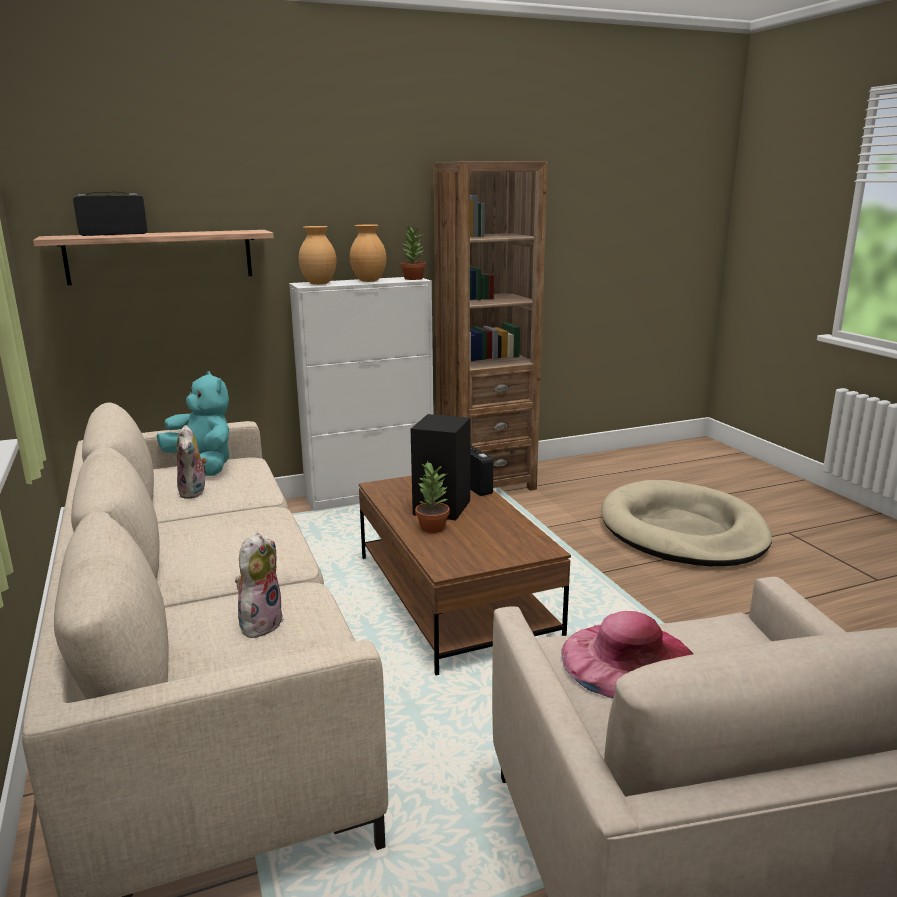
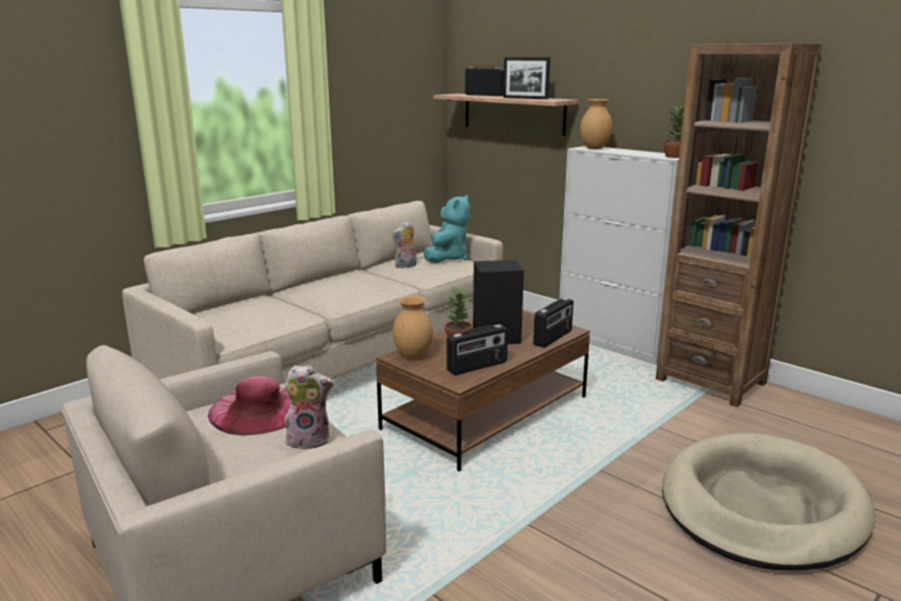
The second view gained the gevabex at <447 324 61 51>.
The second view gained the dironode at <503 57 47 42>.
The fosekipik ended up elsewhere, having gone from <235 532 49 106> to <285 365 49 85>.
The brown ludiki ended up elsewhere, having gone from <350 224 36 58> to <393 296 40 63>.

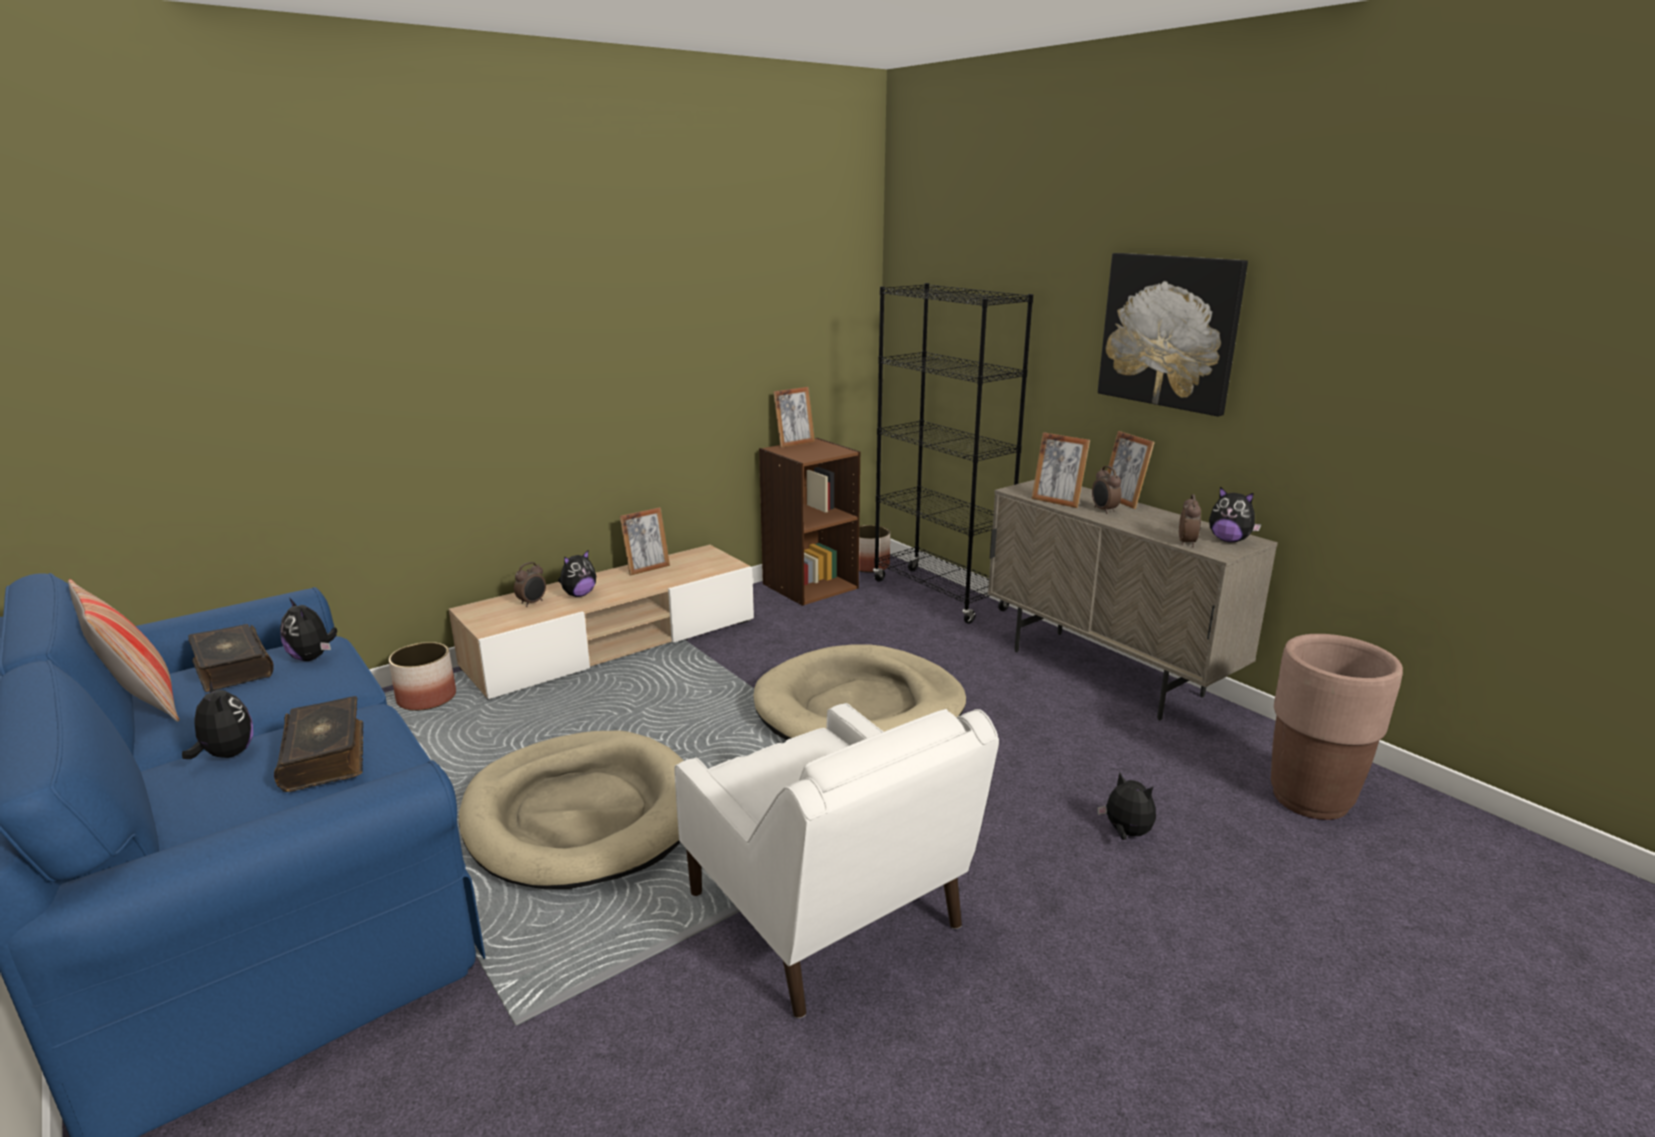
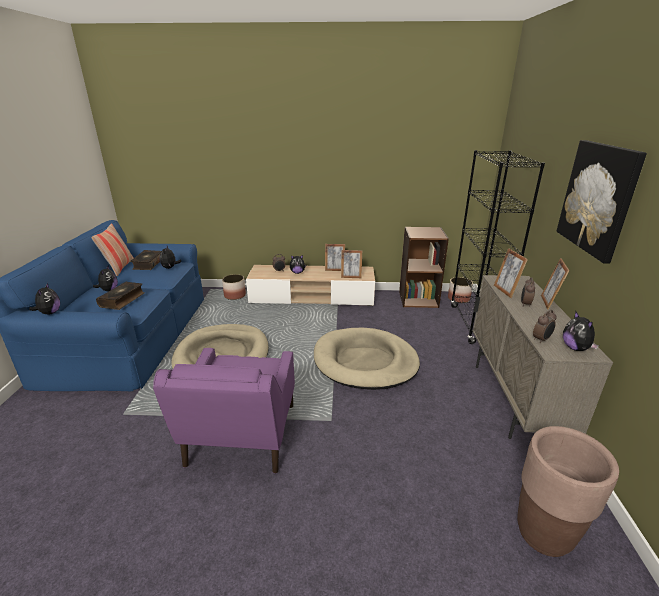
The dironode ended up elsewhere, having gone from <773 387 42 61> to <341 250 21 28>.
The fosekipik ended up elsewhere, having gone from <1097 772 59 68> to <29 283 31 32>.
What was the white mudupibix at <674 703 325 315> turned into the purple mudupibix at <153 348 142 125>.

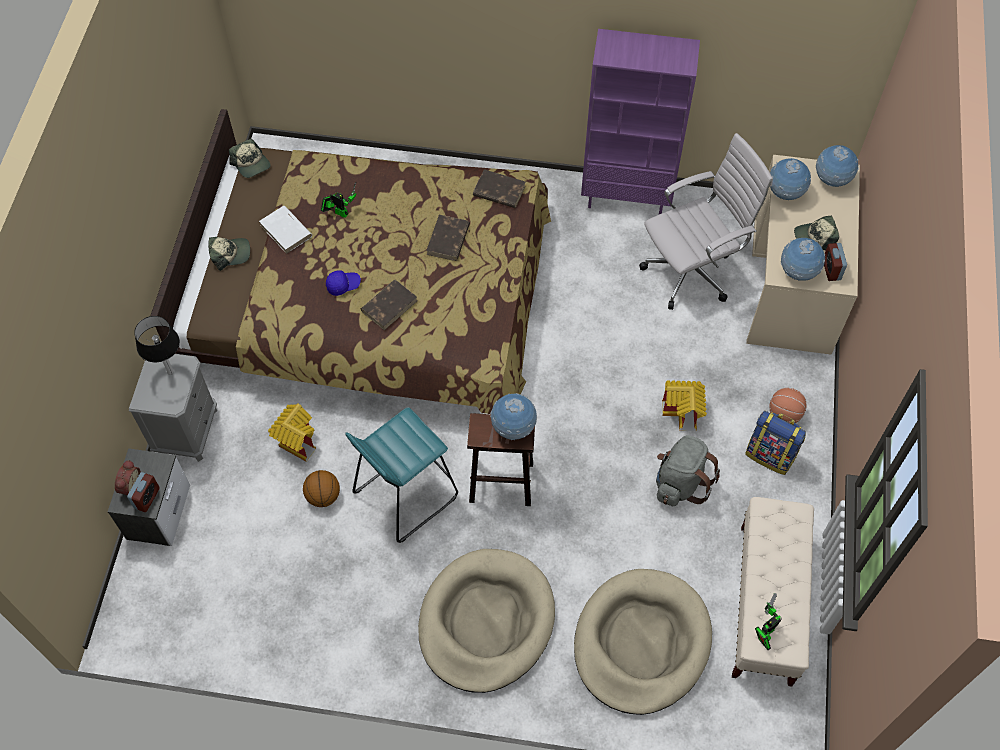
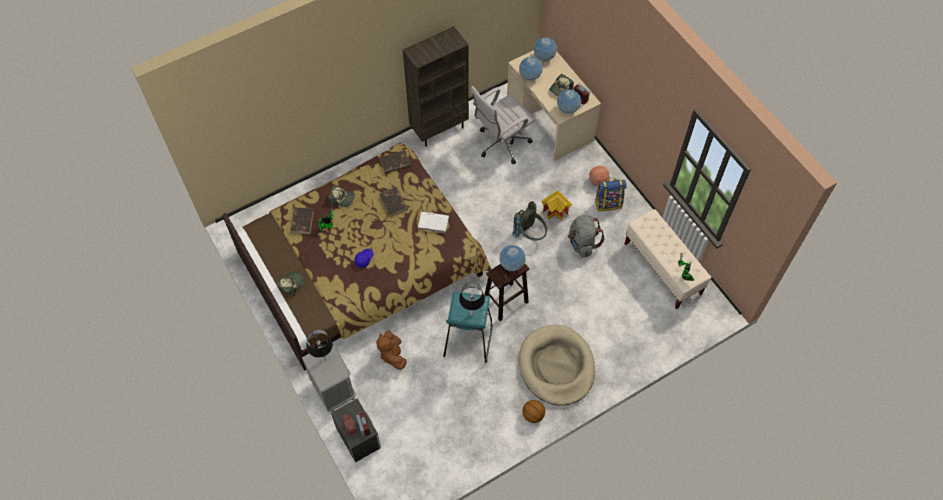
The second view lost the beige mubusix at <574 569 138 146>.
The second view gained the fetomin at <459 283 26 32>.
The second view gained the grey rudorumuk at <512 201 35 40>.
The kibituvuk ended up elsewhere, having gone from <229 139 42 39> to <328 185 27 22>.
The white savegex ended up elsewhere, having gone from <259 206 53 48> to <418 212 31 22>.
The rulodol ended up elsewhere, having gone from <303 470 37 37> to <523 400 22 23>.
The brown savegex ended up elsewhere, having gone from <361 279 56 51> to <290 207 24 27>.
Where the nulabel stood at <268 404 48 58>, the brown fosekipik came to stand at <377 331 30 39>.
What was the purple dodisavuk at <581 29 119 185> turned into the brown dodisavuk at <403 26 66 120>.
The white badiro at <639 133 134 177> ended up facing another way, 150 degrees counterclockwise from before.

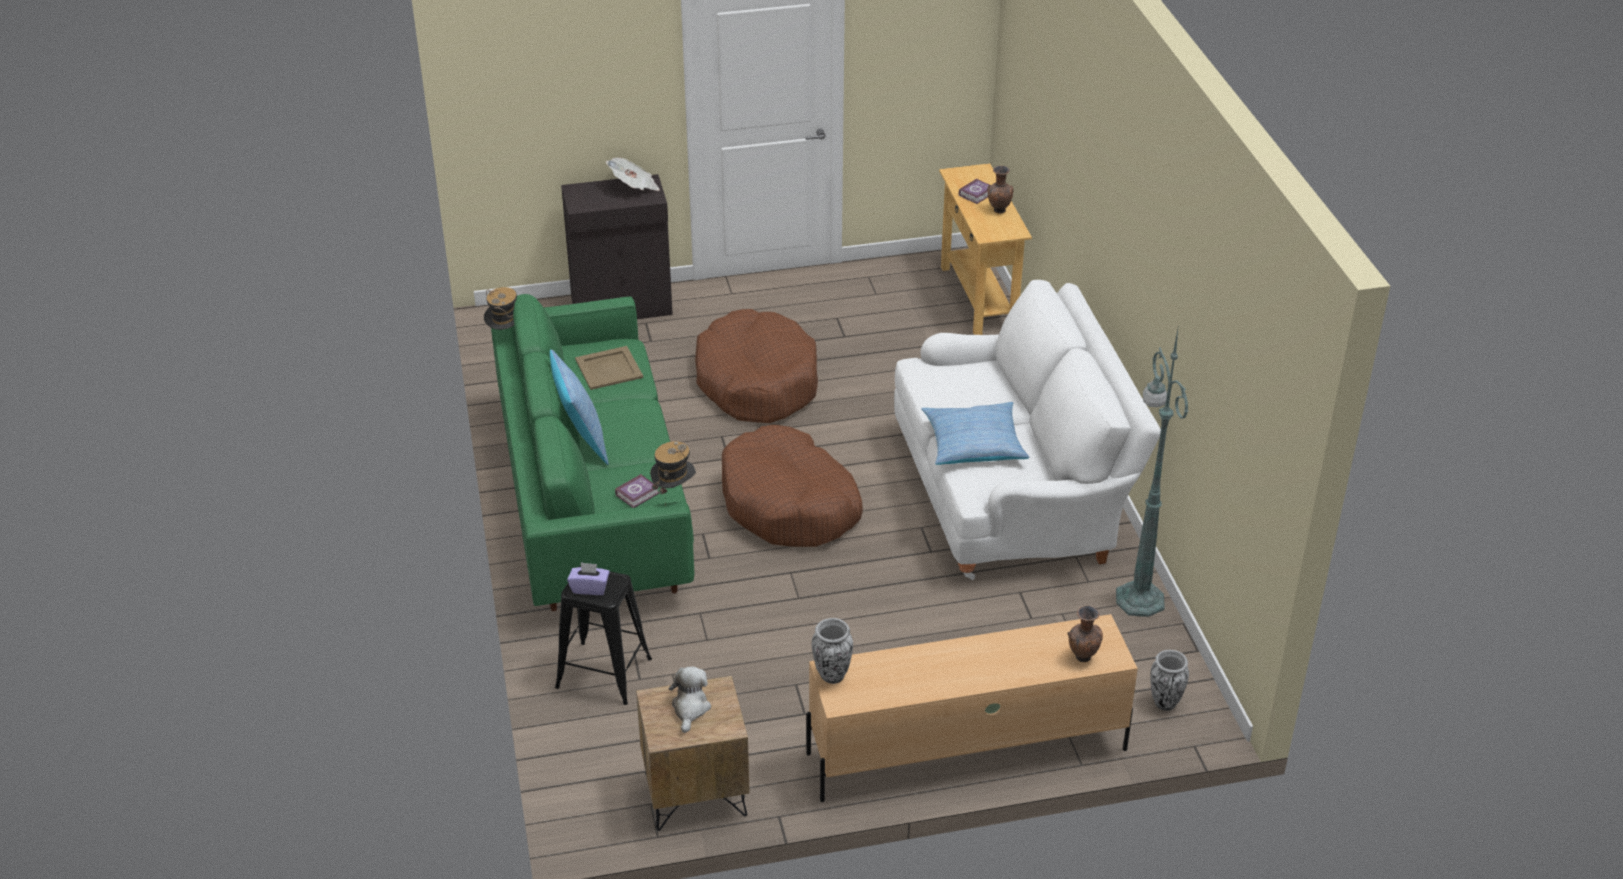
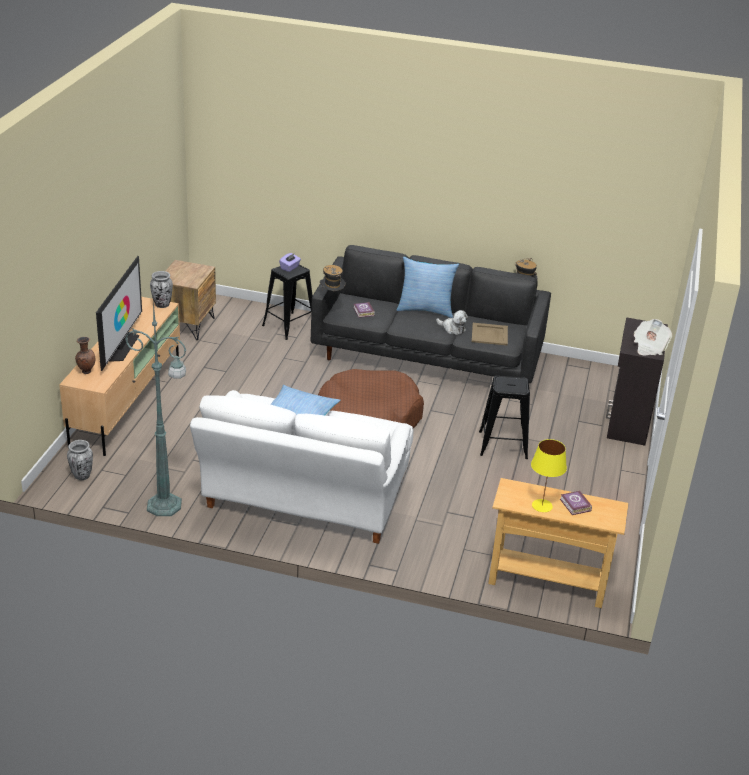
The second view gained the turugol at <96 256 46 115>.
The fosekipik ended up elsewhere, having gone from <669 666 42 67> to <436 310 32 25>.
Where the brown mubusix stood at <695 309 123 114>, the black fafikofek came to stand at <479 376 51 83>.
Where the brown ludiki stood at <987 166 27 47>, the yellow fetomin came to stand at <531 439 36 73>.
What was the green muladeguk at <491 294 203 317> turned into the black muladeguk at <311 245 240 138>.

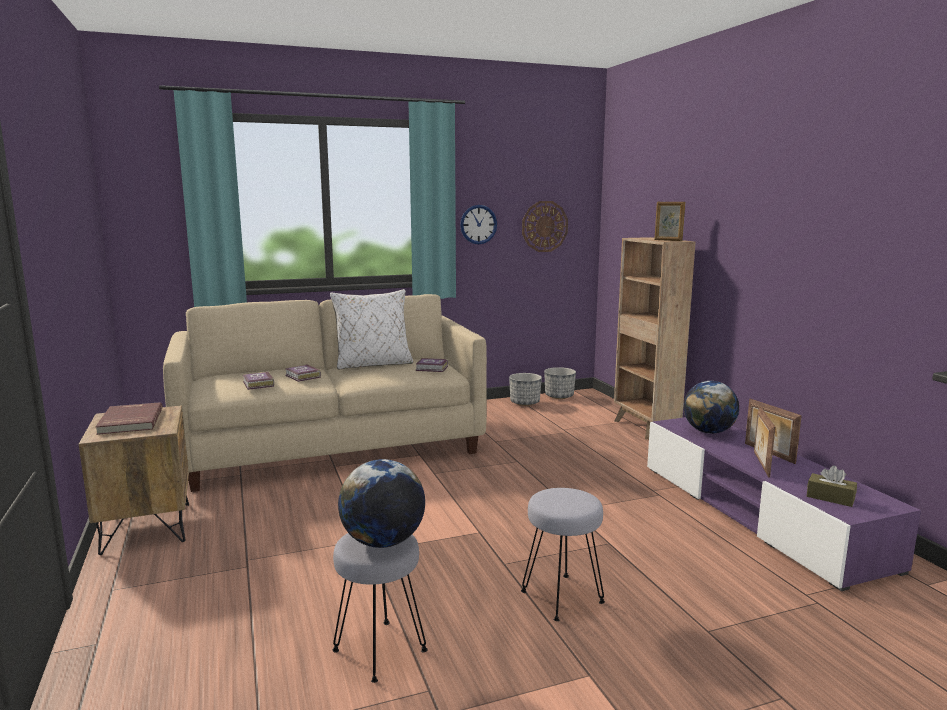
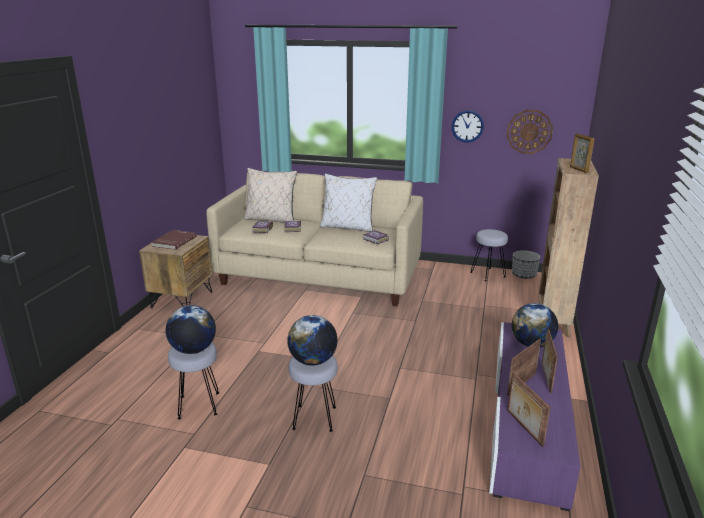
The second view gained the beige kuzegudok at <244 168 53 55>.
The second view gained the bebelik at <287 315 51 51>.
Where the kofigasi stood at <509 373 33 33>, the grey fafikofek came to stand at <471 229 37 52>.
Where the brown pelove stood at <807 466 50 41>, the dironode came to stand at <507 373 43 74>.

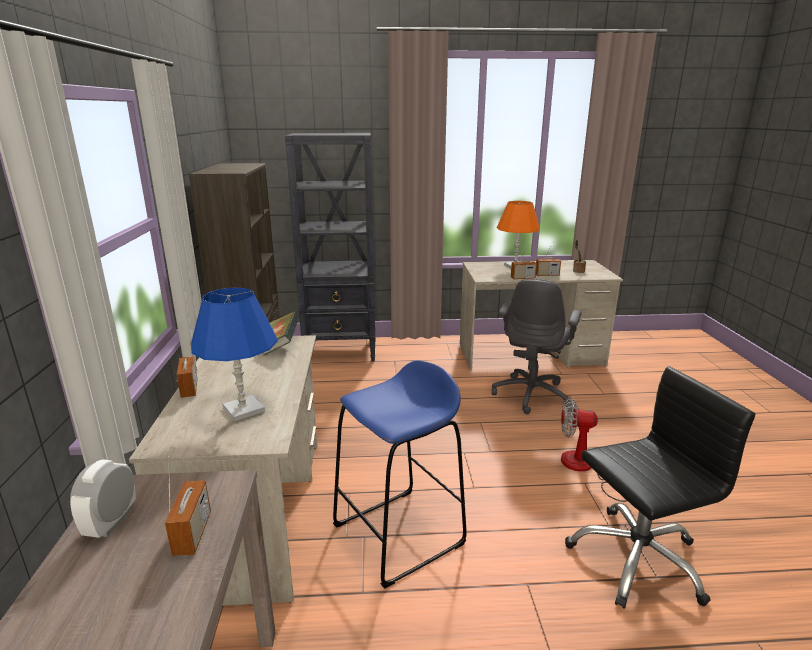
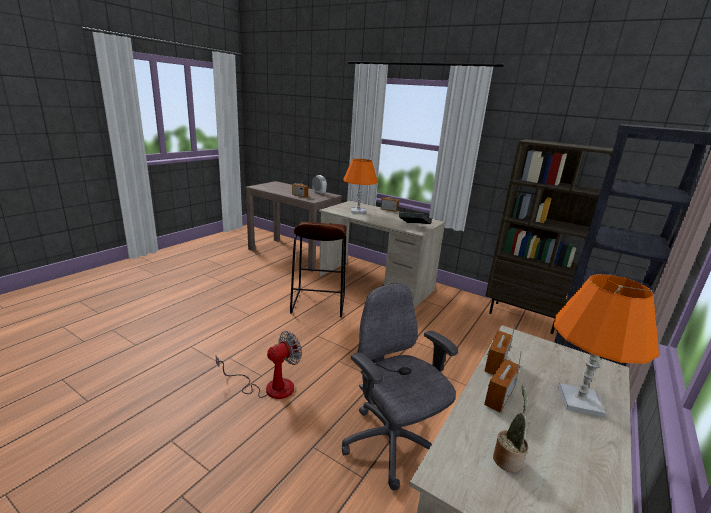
The second view lost the black badiro at <565 366 190 243>.
What was the blue fetomin at <191 288 87 134> turned into the orange fetomin at <343 159 35 55>.
What was the blue fafikofek at <333 360 134 229> turned into the brown fafikofek at <290 222 57 95>.

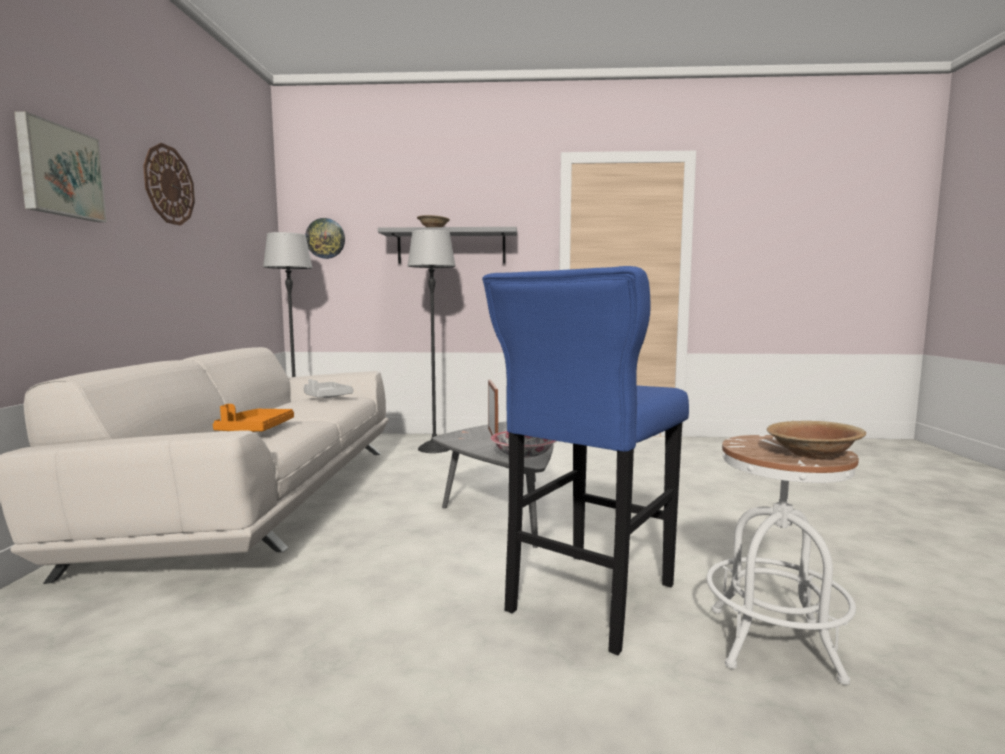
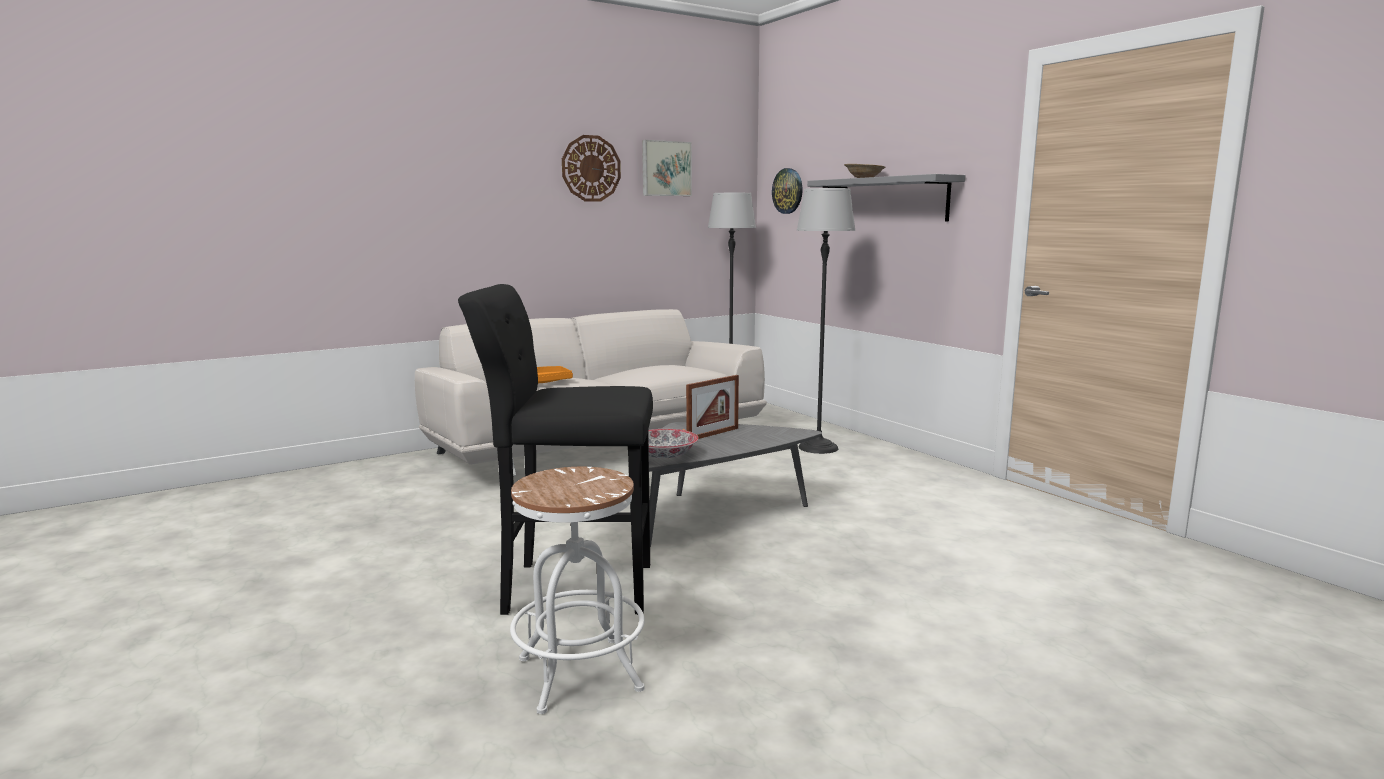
The second view lost the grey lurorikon at <304 379 49 19>.
The second view lost the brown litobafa at <767 421 99 38>.
The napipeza ended up elsewhere, having gone from <14 111 92 111> to <642 140 50 56>.
What was the blue fafikofek at <482 266 207 389> turned into the black fafikofek at <458 284 195 331>.

